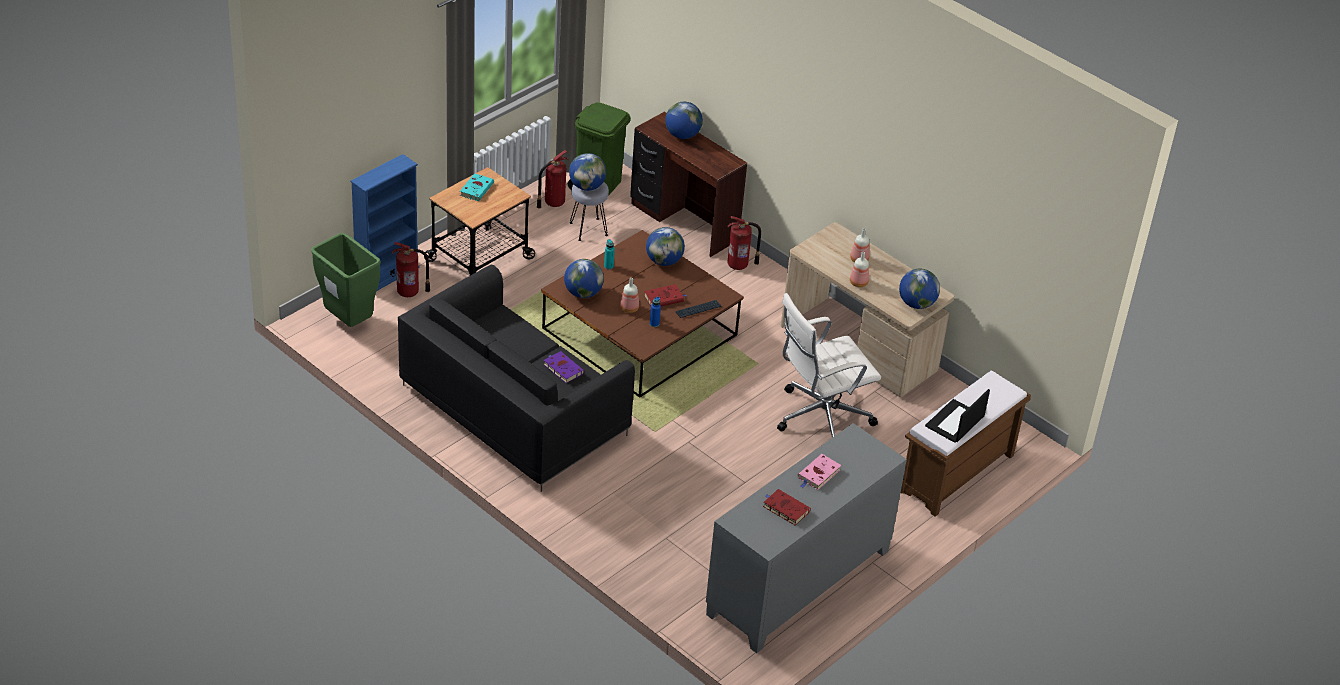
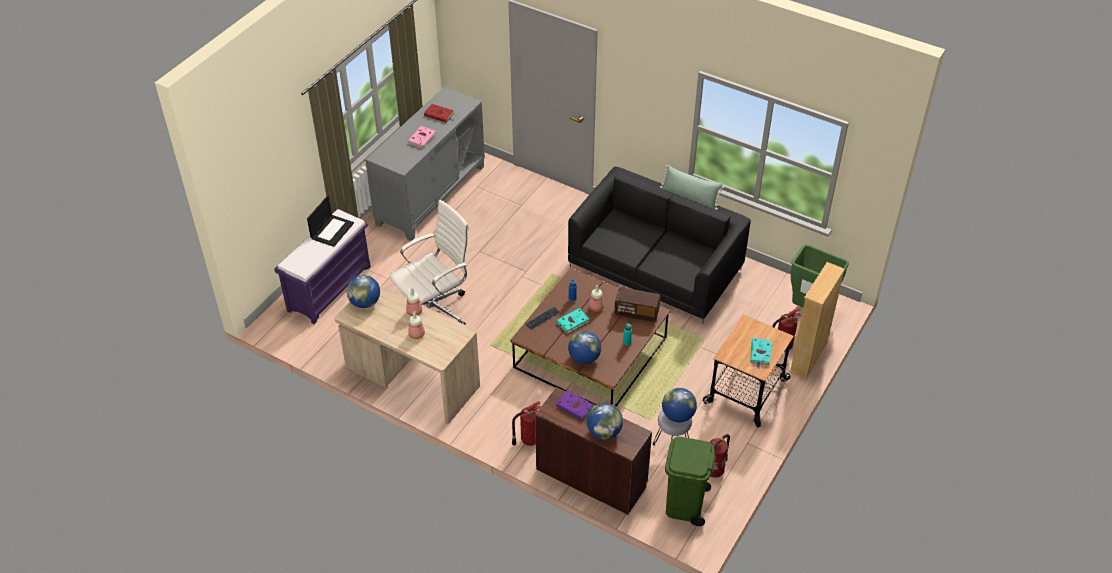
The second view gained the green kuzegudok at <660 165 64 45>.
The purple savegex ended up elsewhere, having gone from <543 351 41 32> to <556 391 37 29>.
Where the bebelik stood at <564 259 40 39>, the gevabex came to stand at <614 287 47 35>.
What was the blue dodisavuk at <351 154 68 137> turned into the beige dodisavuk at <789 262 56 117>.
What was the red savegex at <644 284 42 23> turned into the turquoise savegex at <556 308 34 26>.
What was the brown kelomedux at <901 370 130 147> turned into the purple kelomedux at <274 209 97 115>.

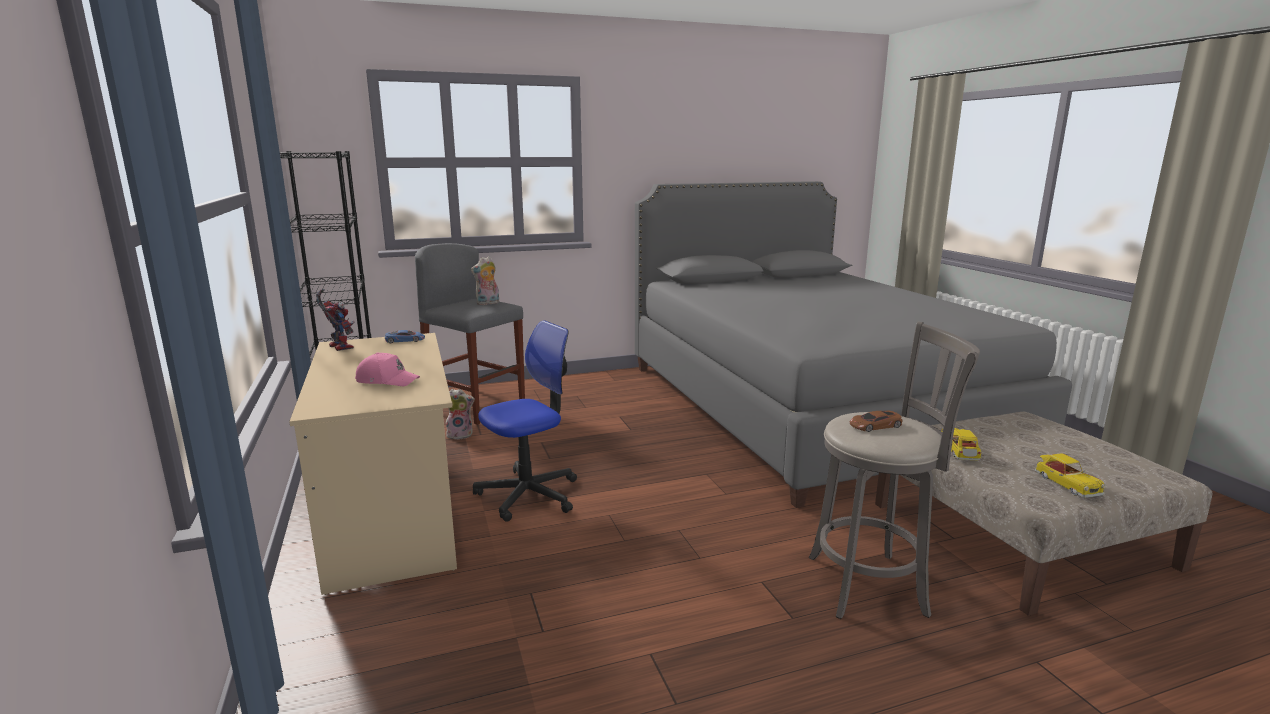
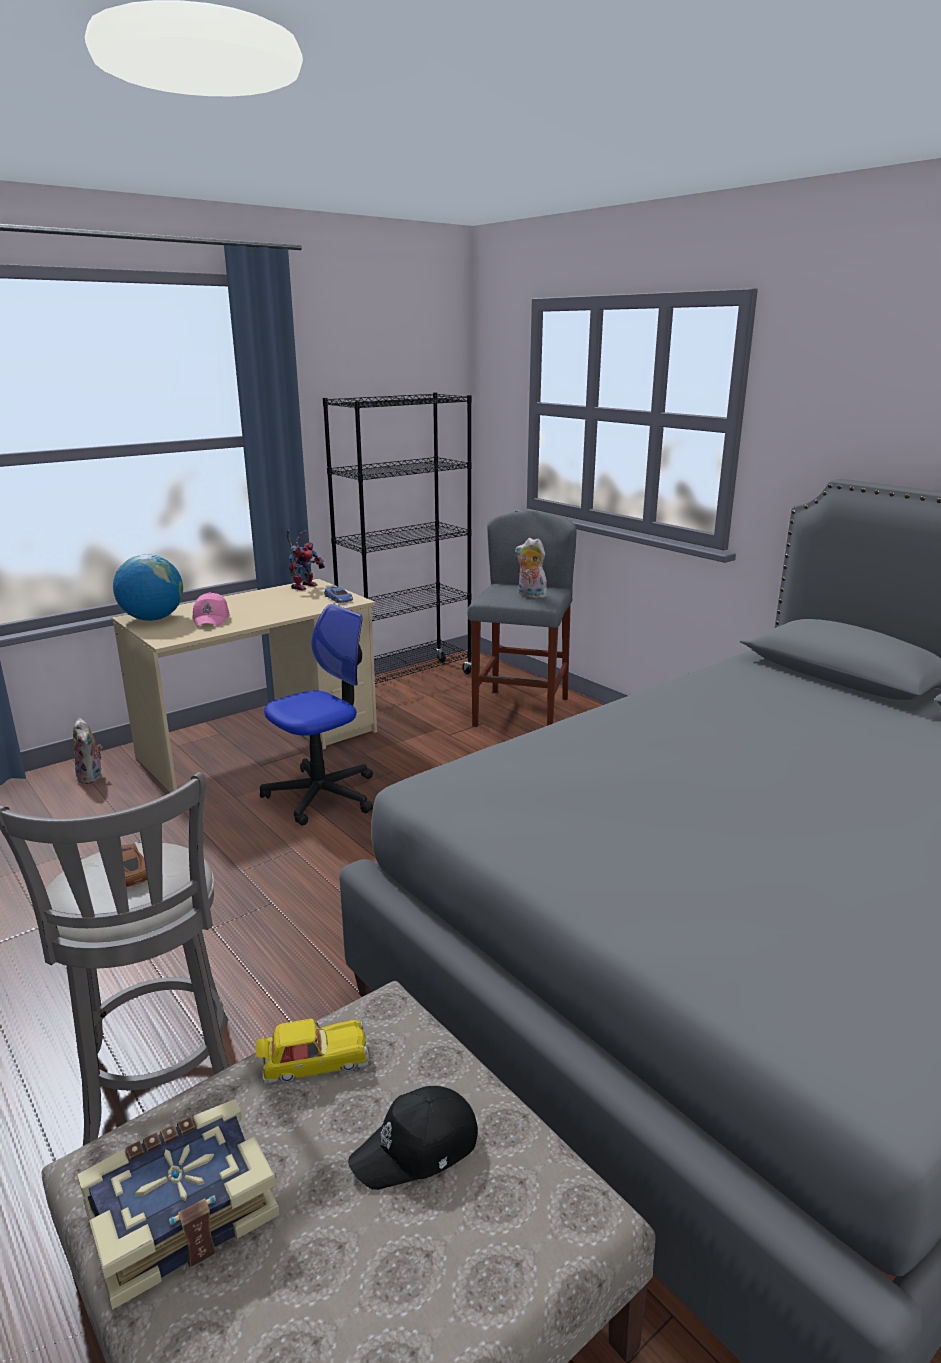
The second view gained the bebelik at <113 554 70 67>.
The second view gained the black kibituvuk at <348 1086 130 104>.
The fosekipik ended up elsewhere, having gone from <446 389 29 50> to <73 718 30 66>.
Where the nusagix stood at <1035 453 71 45>, the savegex came to stand at <77 1099 203 211>.
The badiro at <473 320 104 202> ended up facing another way, 75 degrees counterclockwise from before.

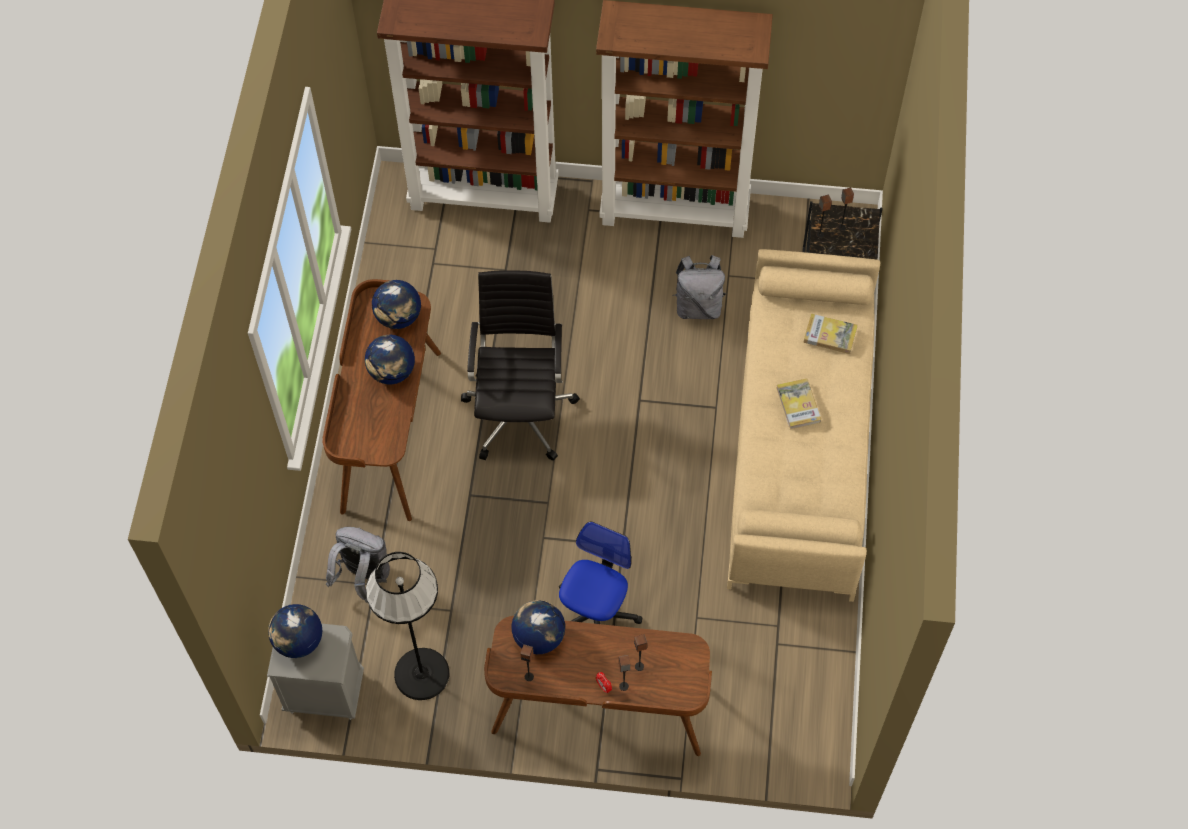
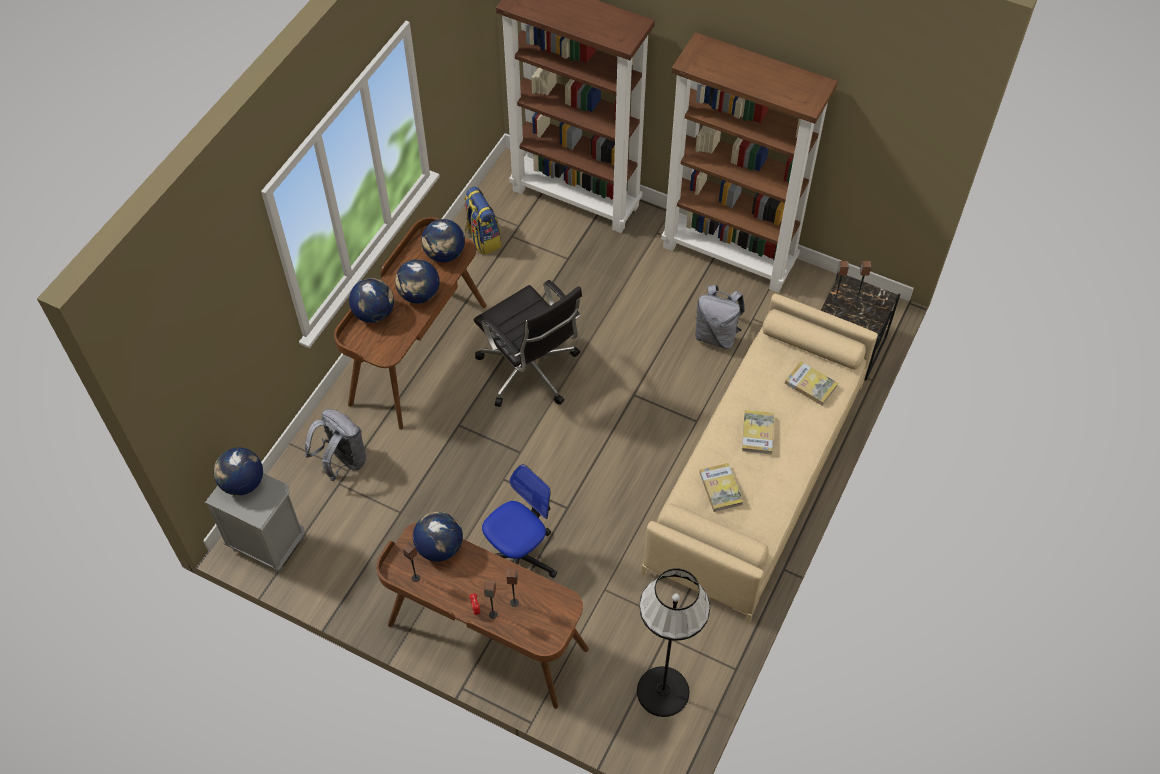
The second view gained the bebelik at <349 278 45 45>.
The second view gained the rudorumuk at <464 187 37 68>.
The second view gained the savegex at <699 463 44 49>.
The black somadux ended up elsewhere, having gone from <366 552 83 148> to <637 568 73 149>.
The black badiro at <461 270 119 191> ended up facing another way, 120 degrees clockwise from before.

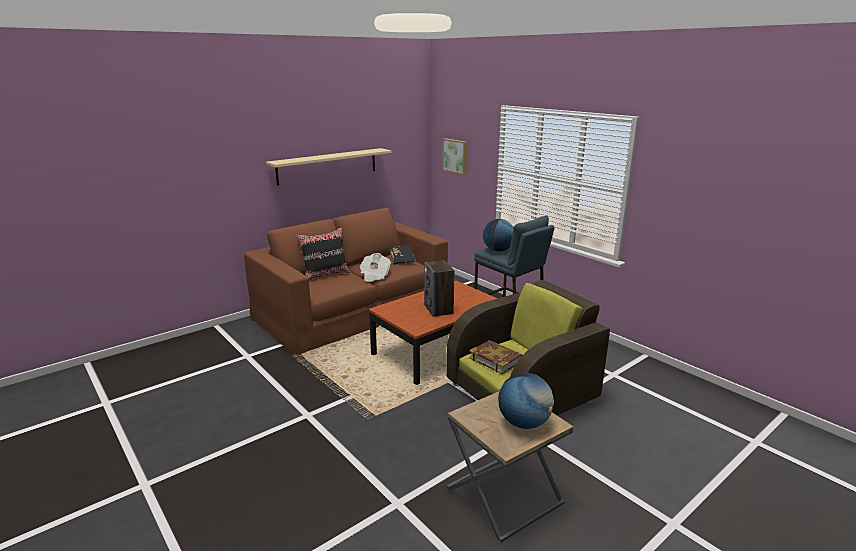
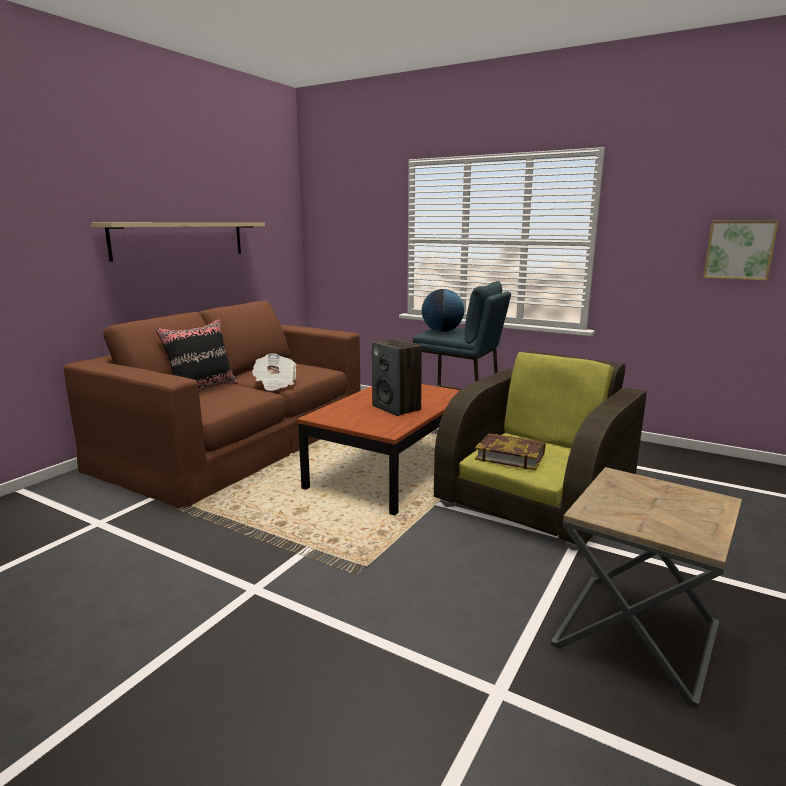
The second view lost the black savegex at <389 244 27 21>.
The second view lost the bebelik at <498 373 56 56>.
The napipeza ended up elsewhere, having gone from <443 138 24 36> to <703 221 76 60>.

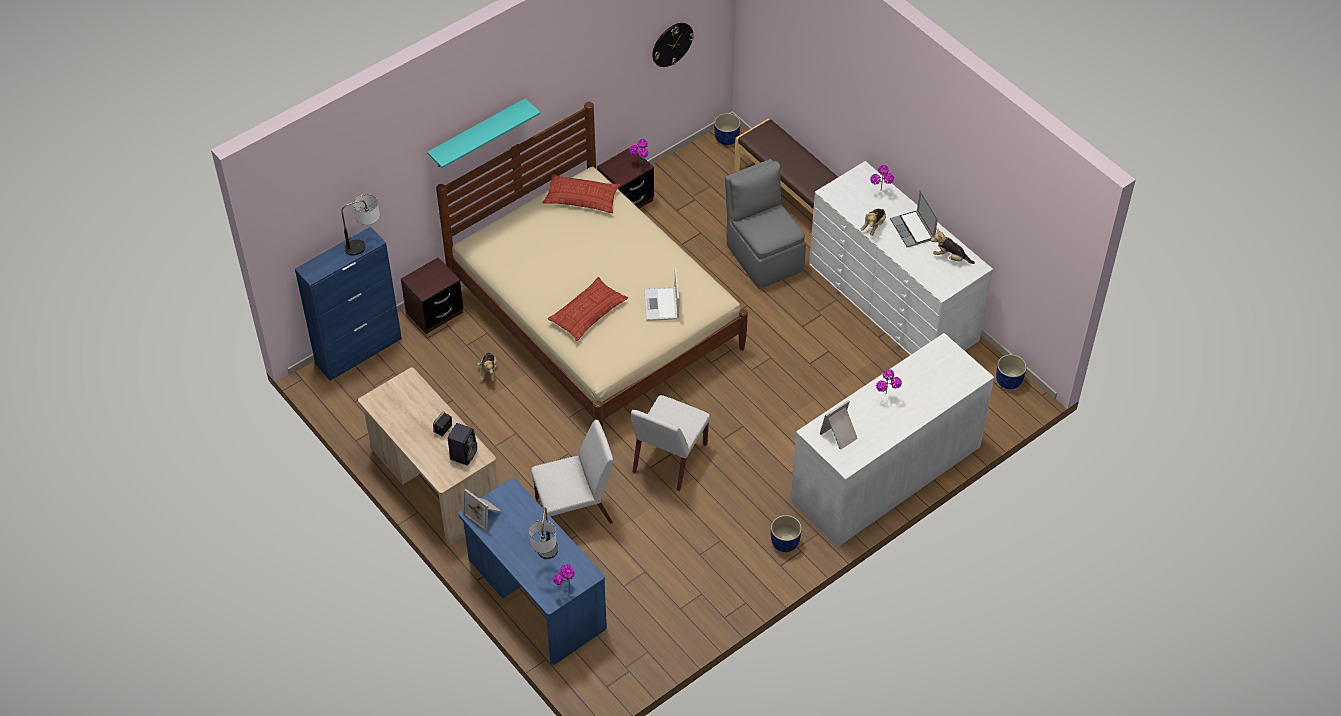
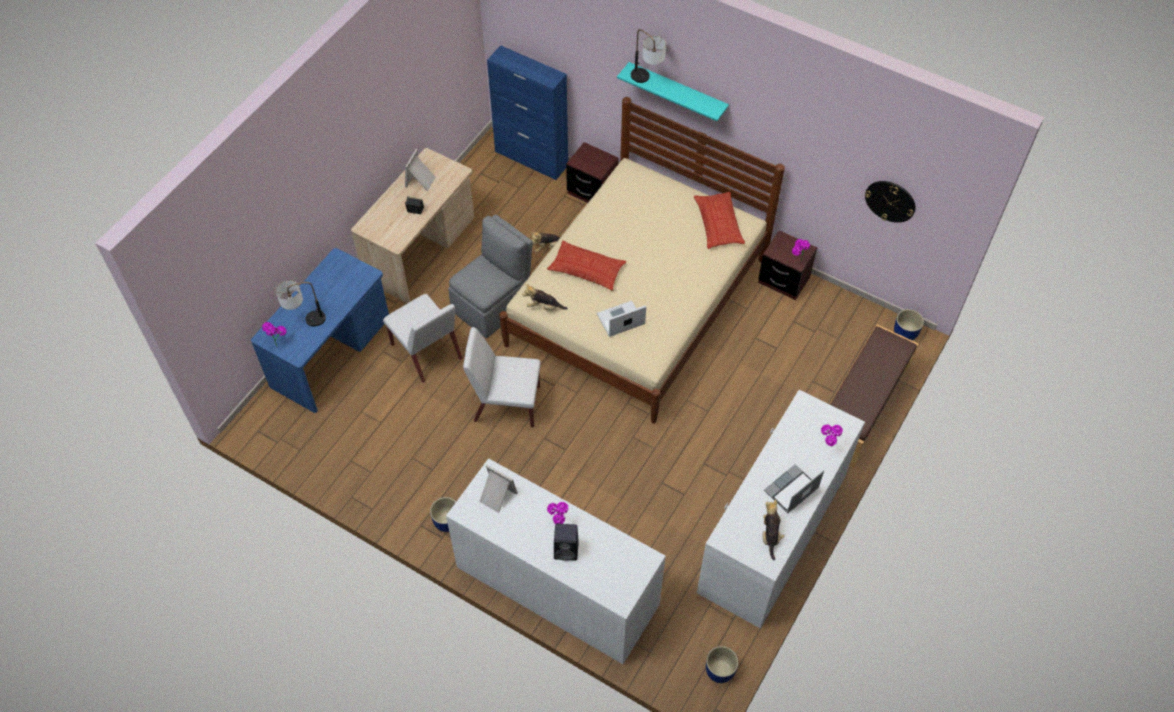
The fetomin ended up elsewhere, having gone from <341 194 39 62> to <631 29 35 54>.
The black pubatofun ended up elsewhere, having gone from <448 423 29 43> to <554 524 25 37>.
The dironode ended up elsewhere, having gone from <463 489 39 43> to <405 149 31 42>.
The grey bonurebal ended up elsewhere, having gone from <725 159 81 130> to <448 214 85 124>.
The fosekipik ended up elsewhere, having gone from <861 209 25 27> to <522 284 46 26>.

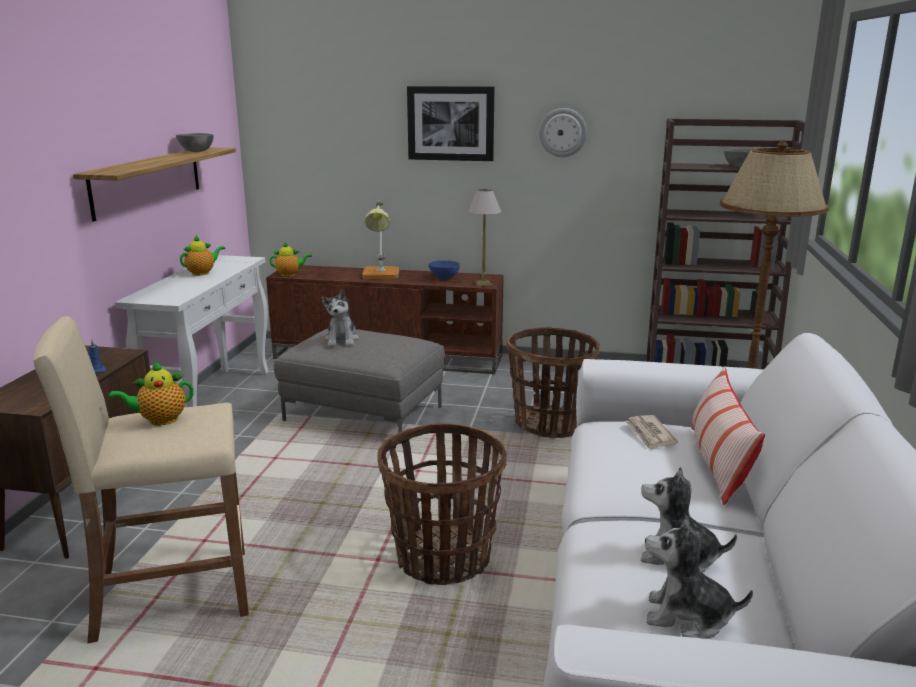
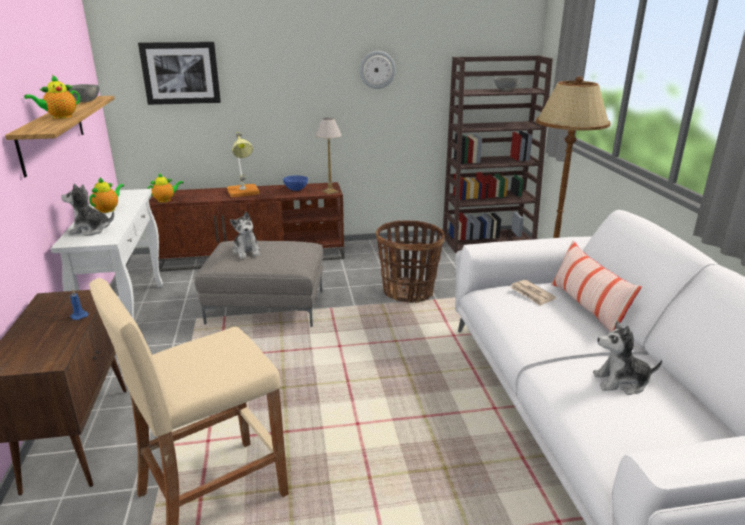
The second view lost the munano at <377 423 129 162>.
The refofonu ended up elsewhere, having gone from <109 361 85 64> to <24 75 56 44>.
The napipeza ended up elsewhere, having gone from <407 86 87 75> to <138 42 83 63>.
The fosekipik ended up elsewhere, having gone from <645 516 108 123> to <61 183 53 53>.

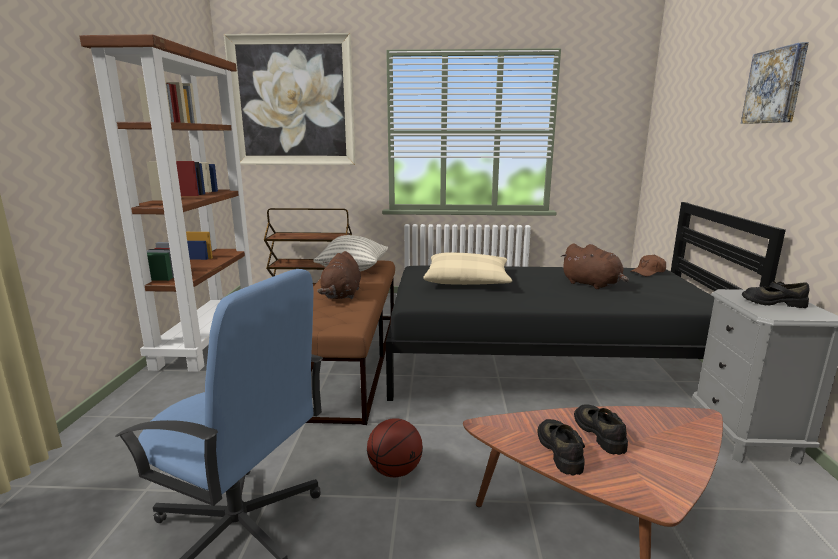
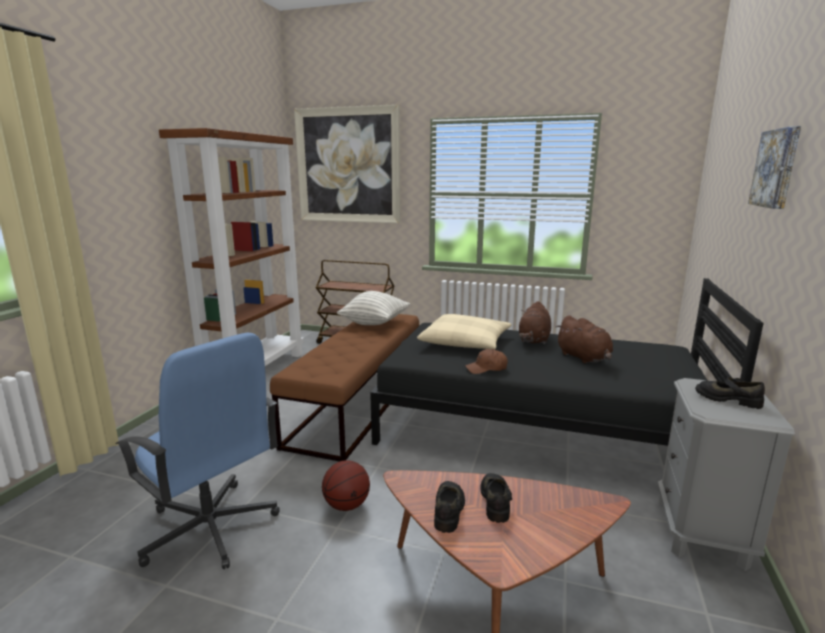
The brown fosekipik ended up elsewhere, having gone from <317 251 44 48> to <519 301 32 43>.
The brown kibituvuk ended up elsewhere, having gone from <630 254 36 22> to <465 349 43 25>.

